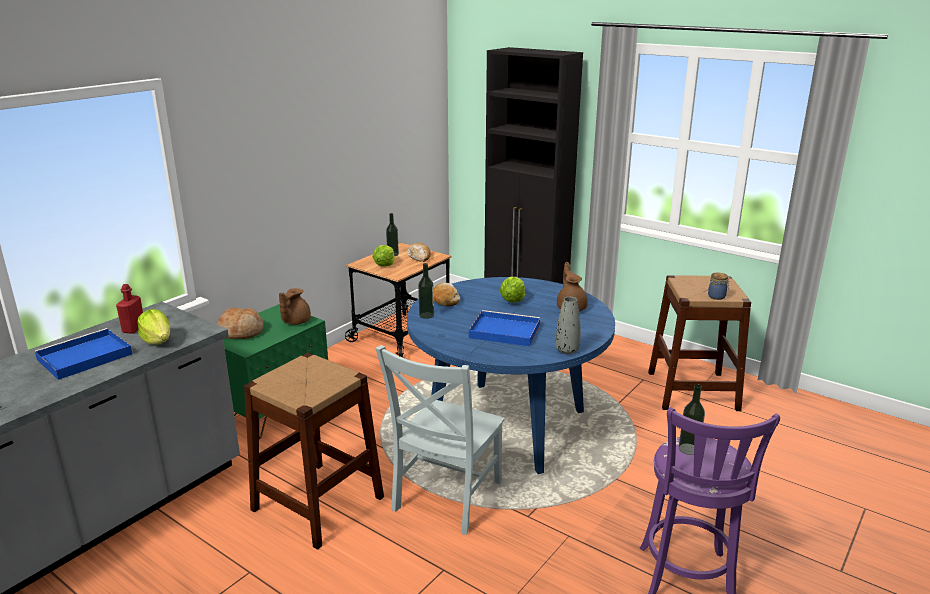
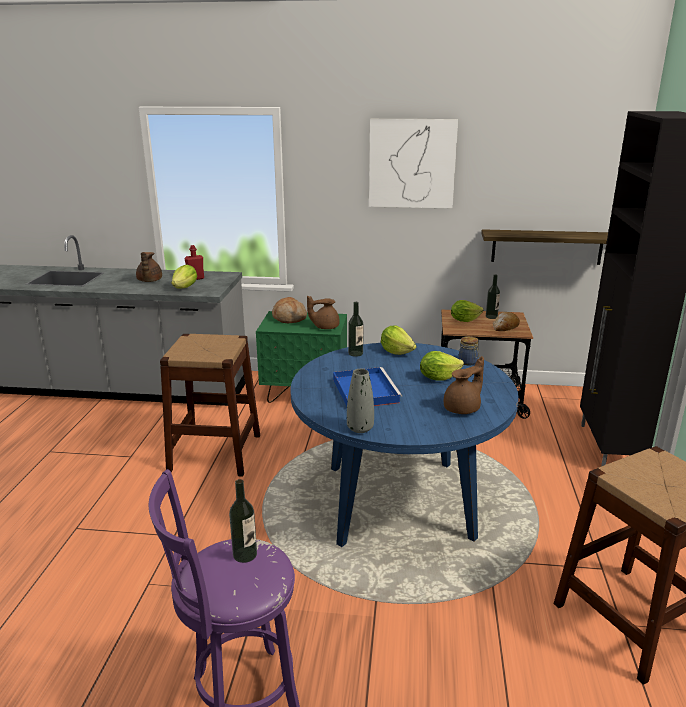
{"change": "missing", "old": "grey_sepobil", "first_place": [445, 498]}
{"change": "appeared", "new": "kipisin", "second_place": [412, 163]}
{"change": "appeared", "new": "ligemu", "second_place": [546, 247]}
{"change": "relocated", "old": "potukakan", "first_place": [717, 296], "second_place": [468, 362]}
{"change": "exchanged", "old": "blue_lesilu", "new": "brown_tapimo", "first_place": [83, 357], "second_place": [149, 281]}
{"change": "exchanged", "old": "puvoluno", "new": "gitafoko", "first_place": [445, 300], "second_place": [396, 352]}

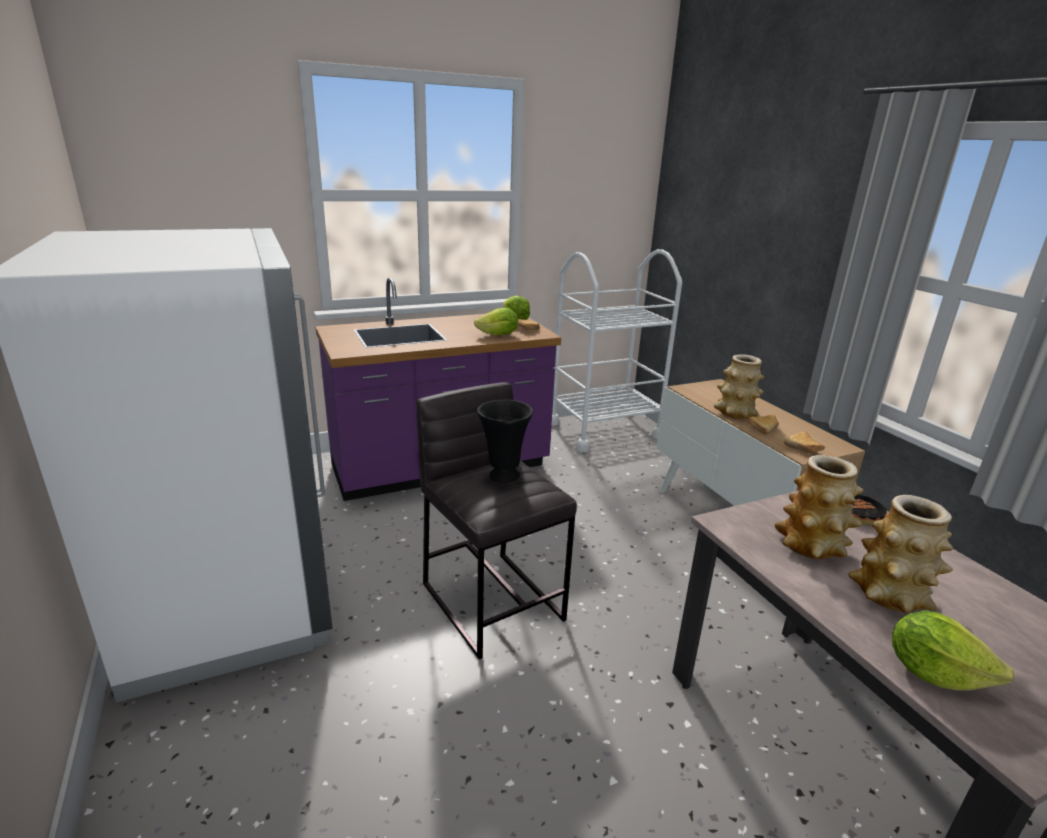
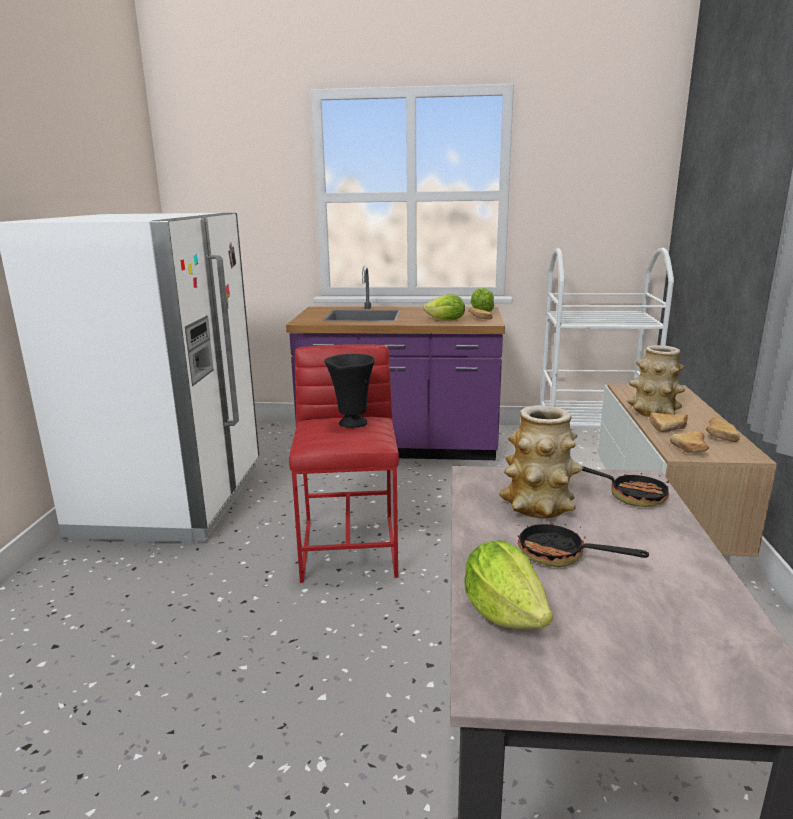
{"change": "appeared", "new": "puvoluno", "second_place": [719, 435]}
{"change": "exchanged", "old": "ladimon", "new": "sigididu", "first_place": [890, 595], "second_place": [561, 556]}
{"change": "colour", "old": "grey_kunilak", "new": "red_kunilak", "first_place": [493, 600], "second_place": [350, 547]}

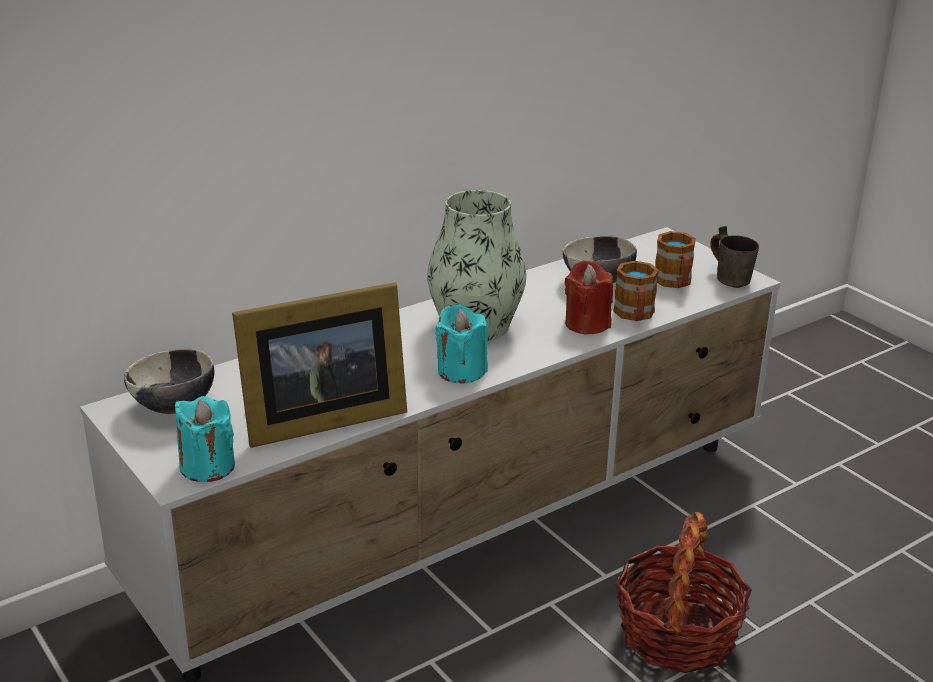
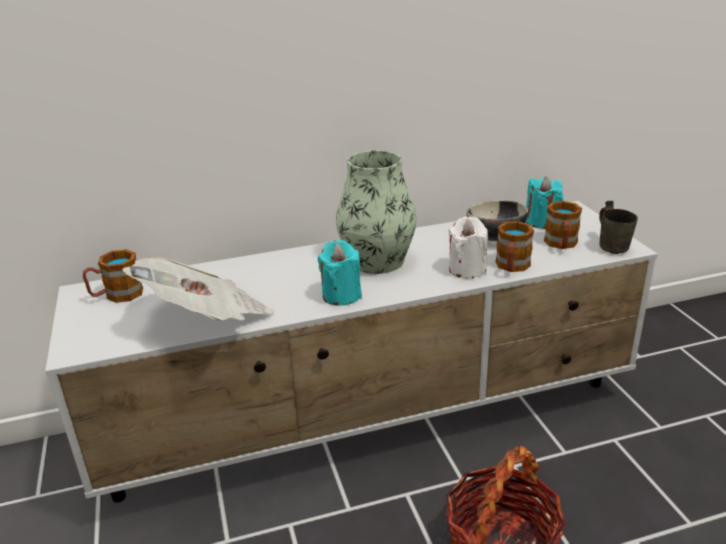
{"change": "relocated", "old": "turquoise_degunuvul", "first_place": [207, 466], "second_place": [541, 221]}
{"change": "exchanged", "old": "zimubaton", "new": "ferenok", "first_place": [173, 407], "second_place": [117, 295]}
{"change": "exchanged", "old": "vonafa", "new": "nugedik", "first_place": [317, 419], "second_place": [207, 319]}
{"change": "colour", "old": "red_degunuvul", "new": "white_degunuvul", "first_place": [587, 324], "second_place": [467, 269]}

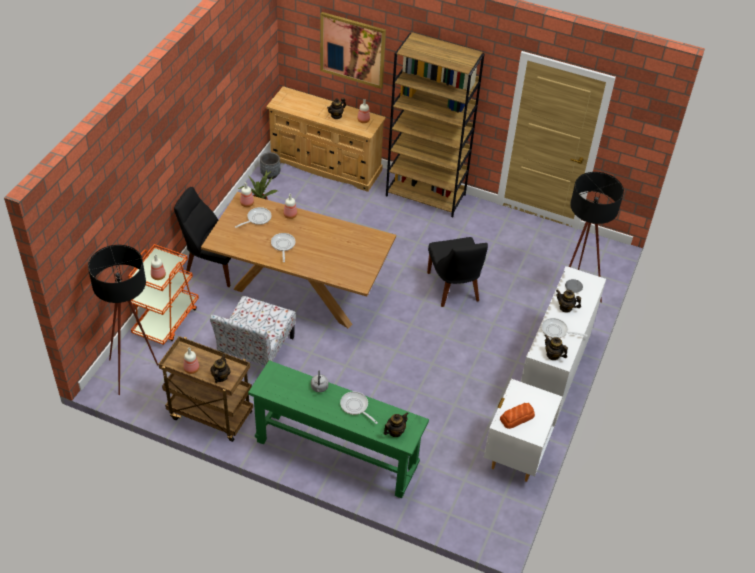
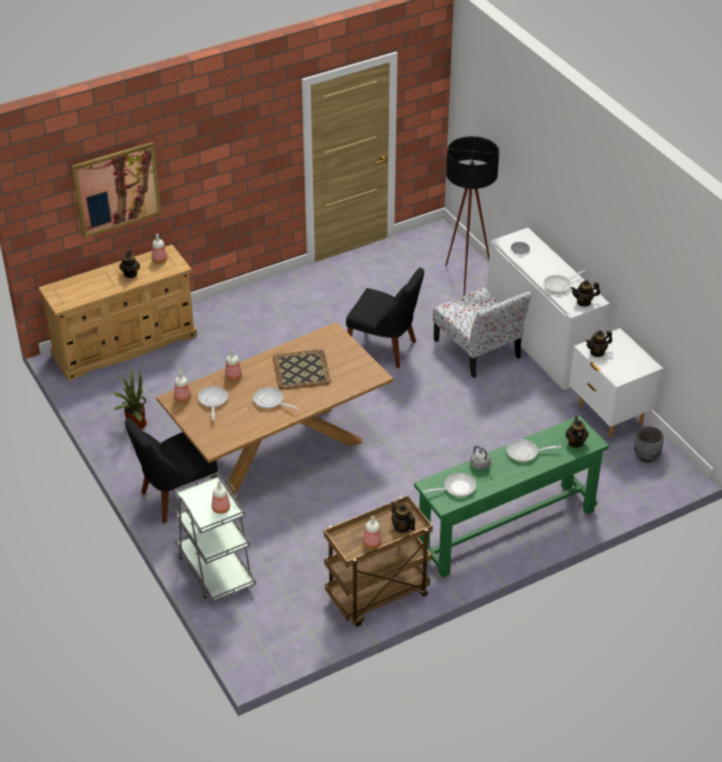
{"change": "missing", "old": "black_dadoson", "first_place": [135, 371]}
{"change": "missing", "old": "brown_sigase", "first_place": [426, 195]}
{"change": "missing", "old": "puvoluno", "first_place": [517, 418]}
{"change": "appeared", "new": "lesilu", "second_place": [302, 370]}
{"change": "appeared", "new": "sigididu", "second_place": [456, 488]}
{"change": "relocated", "old": "sepobil", "first_place": [256, 353], "second_place": [478, 350]}
{"change": "relocated", "old": "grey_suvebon", "first_place": [270, 174], "second_place": [646, 456]}
{"change": "relocated", "old": "tapimo", "first_place": [565, 308], "second_place": [597, 352]}
{"change": "colour", "old": "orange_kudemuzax", "new": "grey_kudemuzax", "first_place": [166, 320], "second_place": [215, 570]}

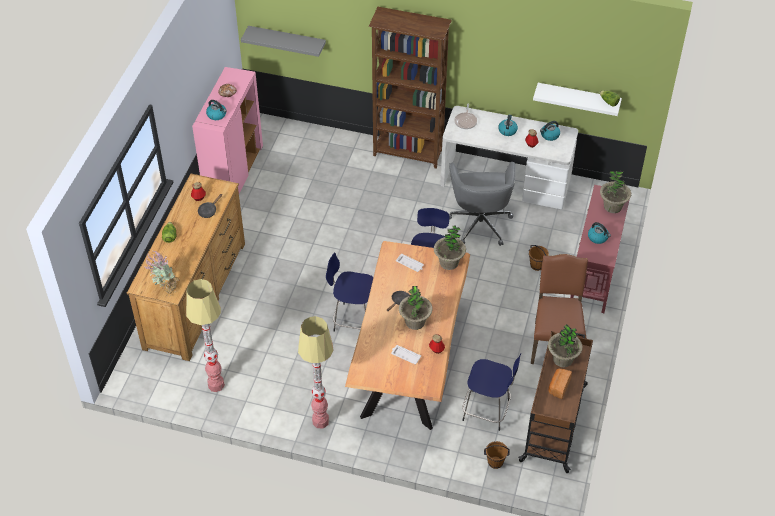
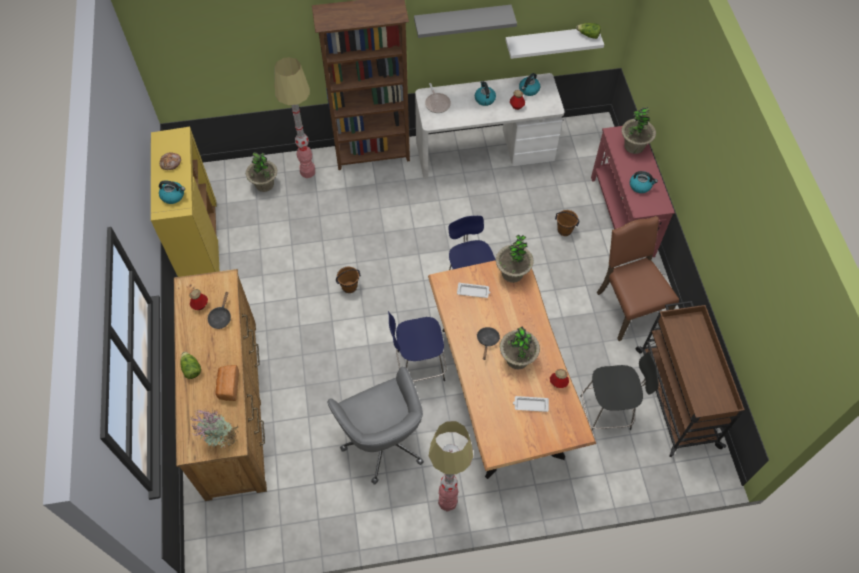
{"change": "relocated", "old": "dadoson", "first_place": [216, 385], "second_place": [307, 172]}
{"change": "relocated", "old": "grey_ligemu", "first_place": [287, 41], "second_place": [462, 20]}
{"change": "relocated", "old": "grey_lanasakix", "first_place": [480, 222], "second_place": [383, 440]}
{"change": "relocated", "old": "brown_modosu", "first_place": [495, 462], "second_place": [349, 287]}
{"change": "relocated", "old": "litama", "first_place": [562, 359], "second_place": [264, 184]}
{"change": "relocated", "old": "puvoluno", "first_place": [558, 387], "second_place": [228, 386]}
{"change": "colour", "old": "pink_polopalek", "new": "yellow_polopalek", "first_place": [233, 173], "second_place": [200, 244]}
{"change": "colour", "old": "blue_kunilak", "new": "black_kunilak", "first_place": [488, 411], "second_place": [607, 412]}

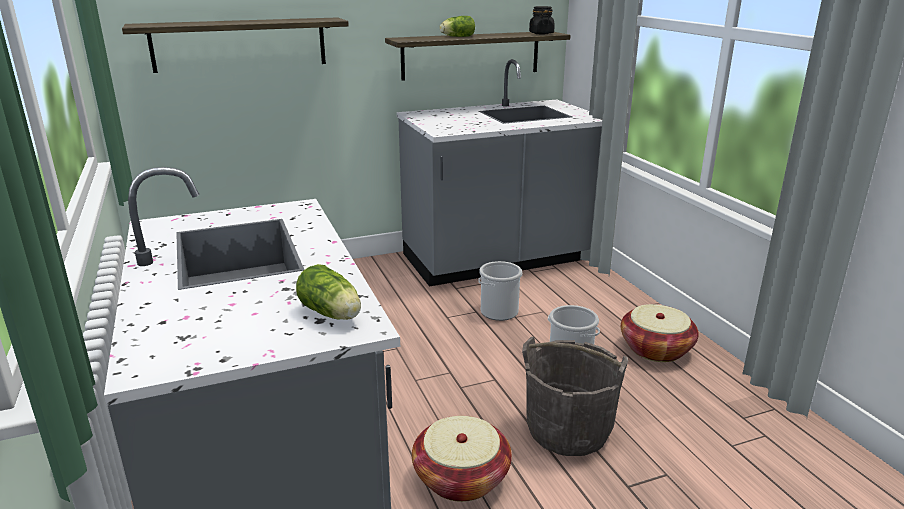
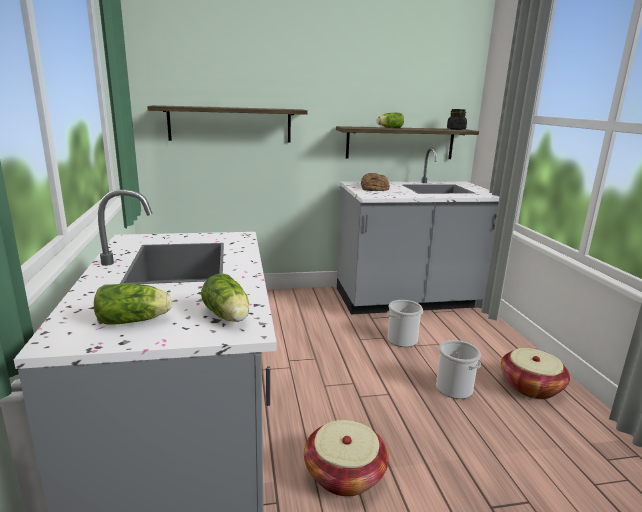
{"change": "missing", "old": "grey_modosu", "first_place": [568, 430]}
{"change": "appeared", "new": "gitafoko", "second_place": [136, 320]}
{"change": "appeared", "new": "puvoluno", "second_place": [374, 187]}

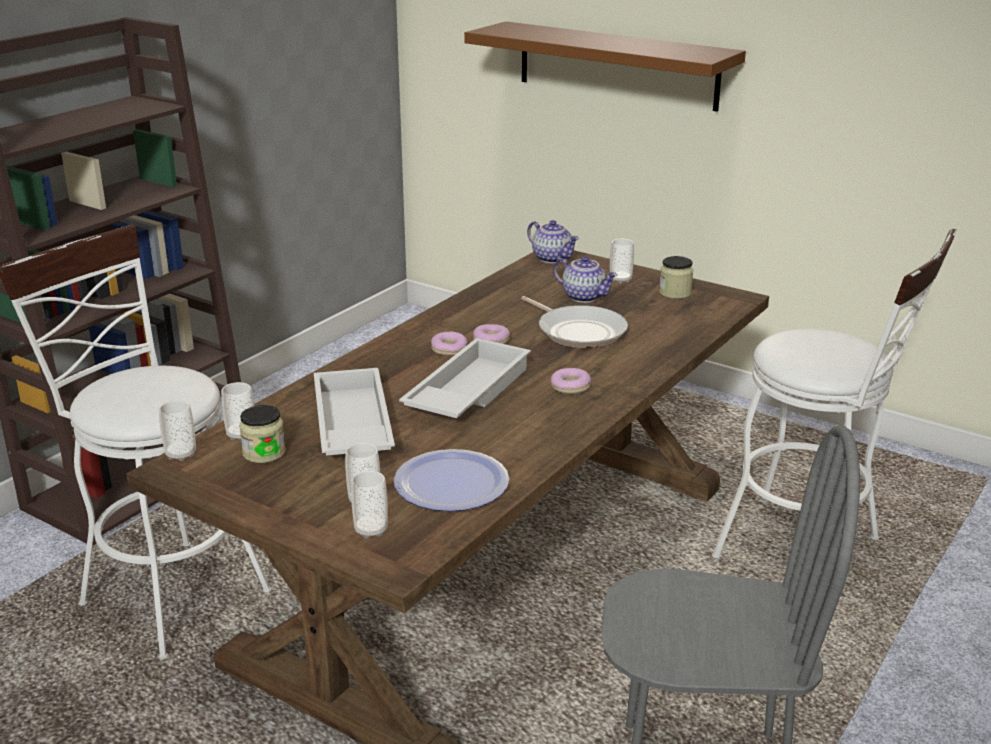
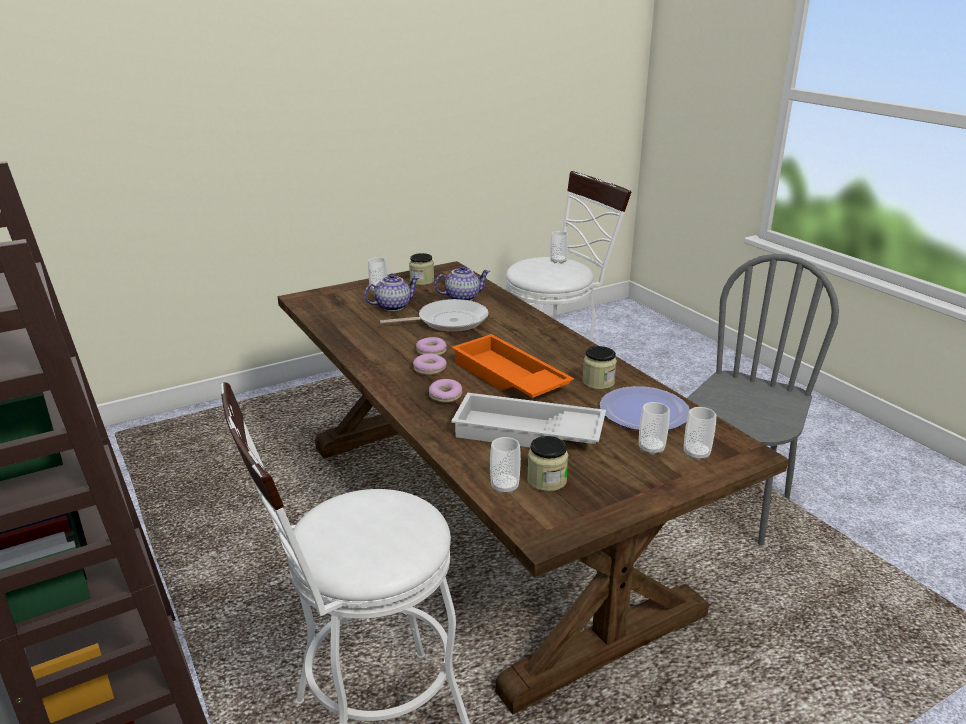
{"change": "missing", "old": "brown_ligemu", "first_place": [617, 65]}
{"change": "appeared", "new": "potukakan", "second_place": [598, 382]}
{"change": "relocated", "old": "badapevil", "first_place": [181, 454], "second_place": [558, 261]}
{"change": "relocated", "old": "tapimo", "first_place": [553, 258], "second_place": [462, 297]}
{"change": "relocated", "old": "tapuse", "first_place": [570, 387], "second_place": [445, 396]}
{"change": "colour", "old": "white_lesilu", "new": "orange_lesilu", "first_place": [466, 391], "second_place": [507, 377]}

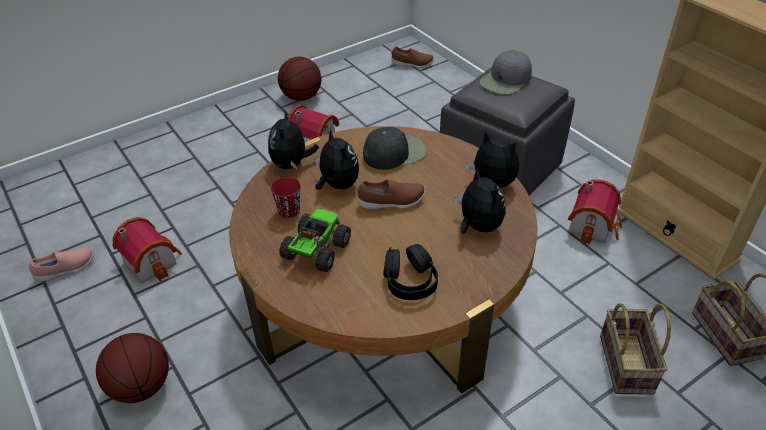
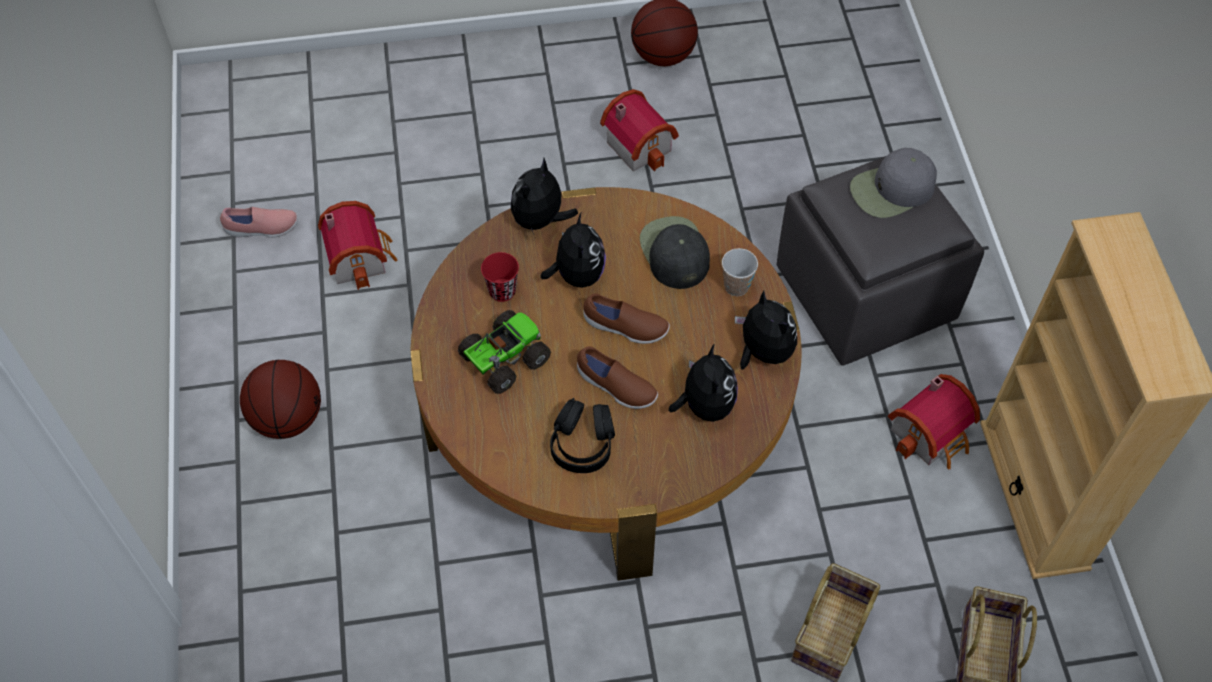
{"change": "appeared", "new": "badapevil", "second_place": [736, 286]}
{"change": "relocated", "old": "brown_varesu", "first_place": [412, 64], "second_place": [616, 387]}
{"change": "spun", "old": "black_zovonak", "first_place": [395, 153], "second_place": [674, 252], "degrees": -105}

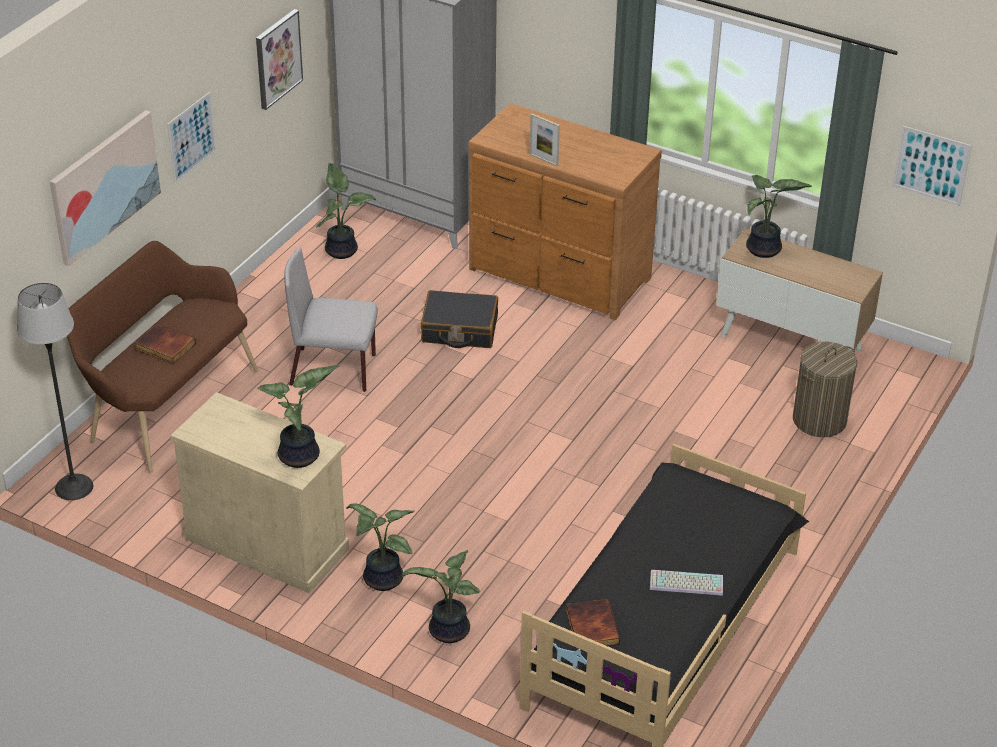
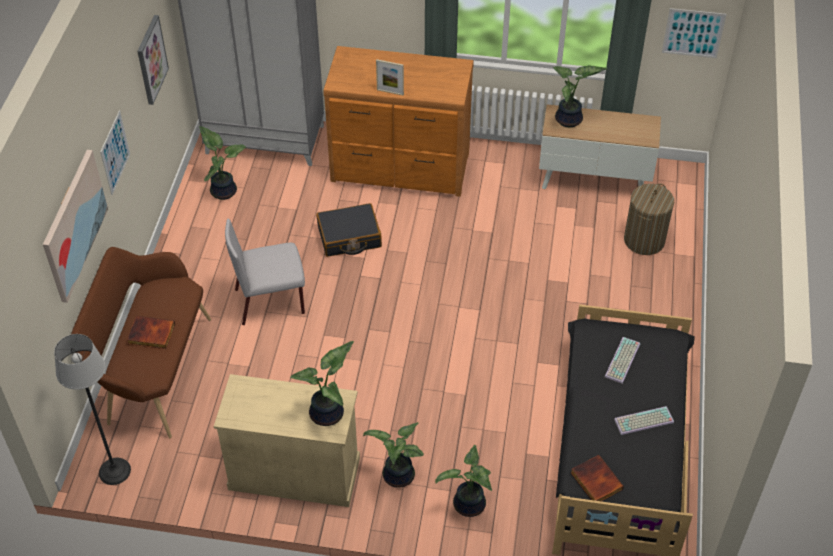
{"change": "appeared", "new": "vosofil", "second_place": [623, 361]}

